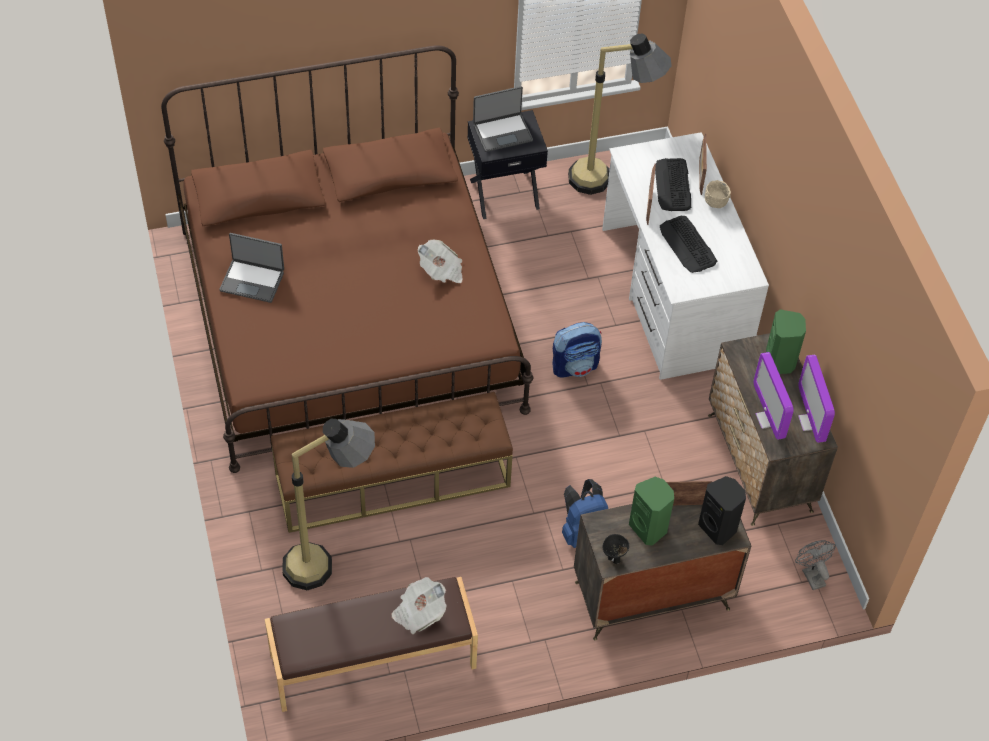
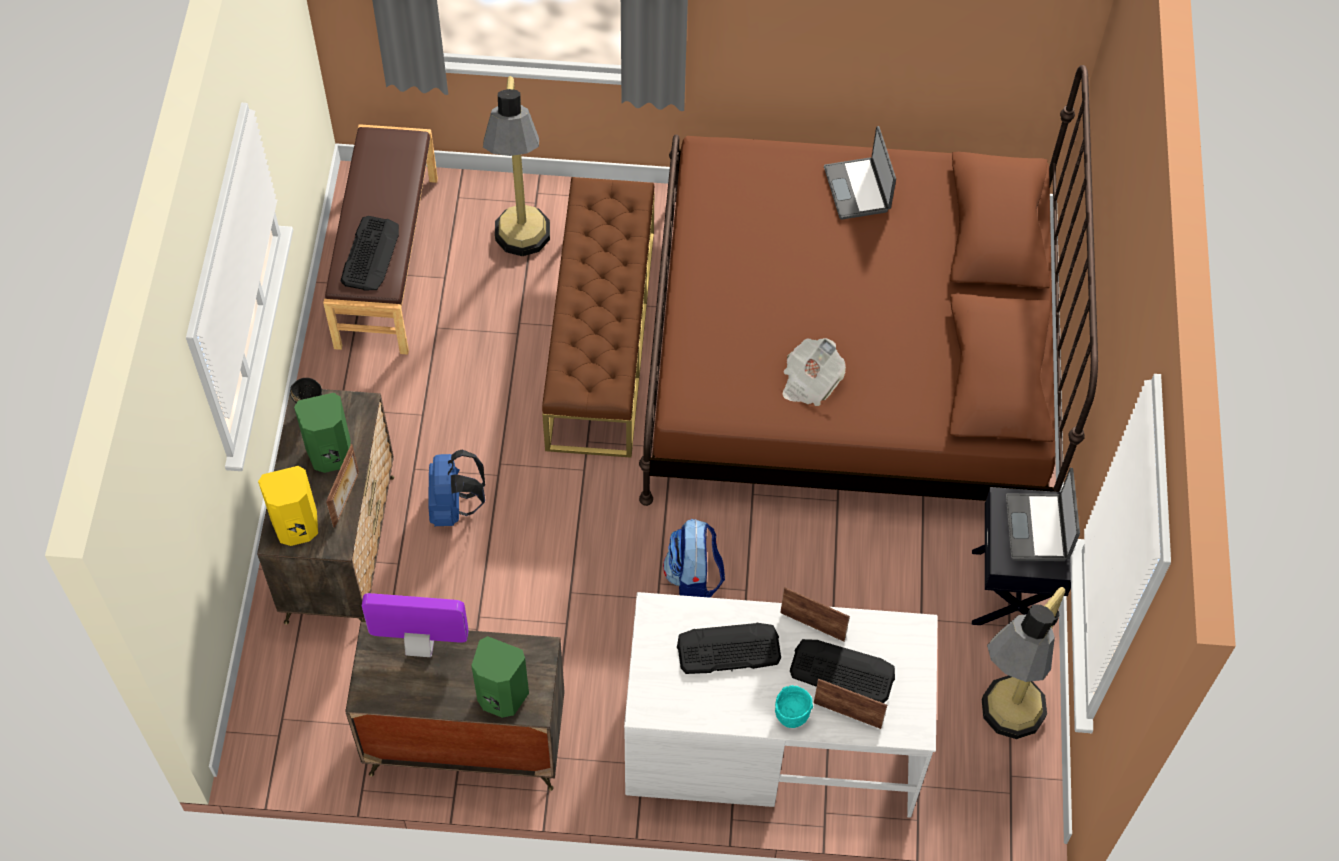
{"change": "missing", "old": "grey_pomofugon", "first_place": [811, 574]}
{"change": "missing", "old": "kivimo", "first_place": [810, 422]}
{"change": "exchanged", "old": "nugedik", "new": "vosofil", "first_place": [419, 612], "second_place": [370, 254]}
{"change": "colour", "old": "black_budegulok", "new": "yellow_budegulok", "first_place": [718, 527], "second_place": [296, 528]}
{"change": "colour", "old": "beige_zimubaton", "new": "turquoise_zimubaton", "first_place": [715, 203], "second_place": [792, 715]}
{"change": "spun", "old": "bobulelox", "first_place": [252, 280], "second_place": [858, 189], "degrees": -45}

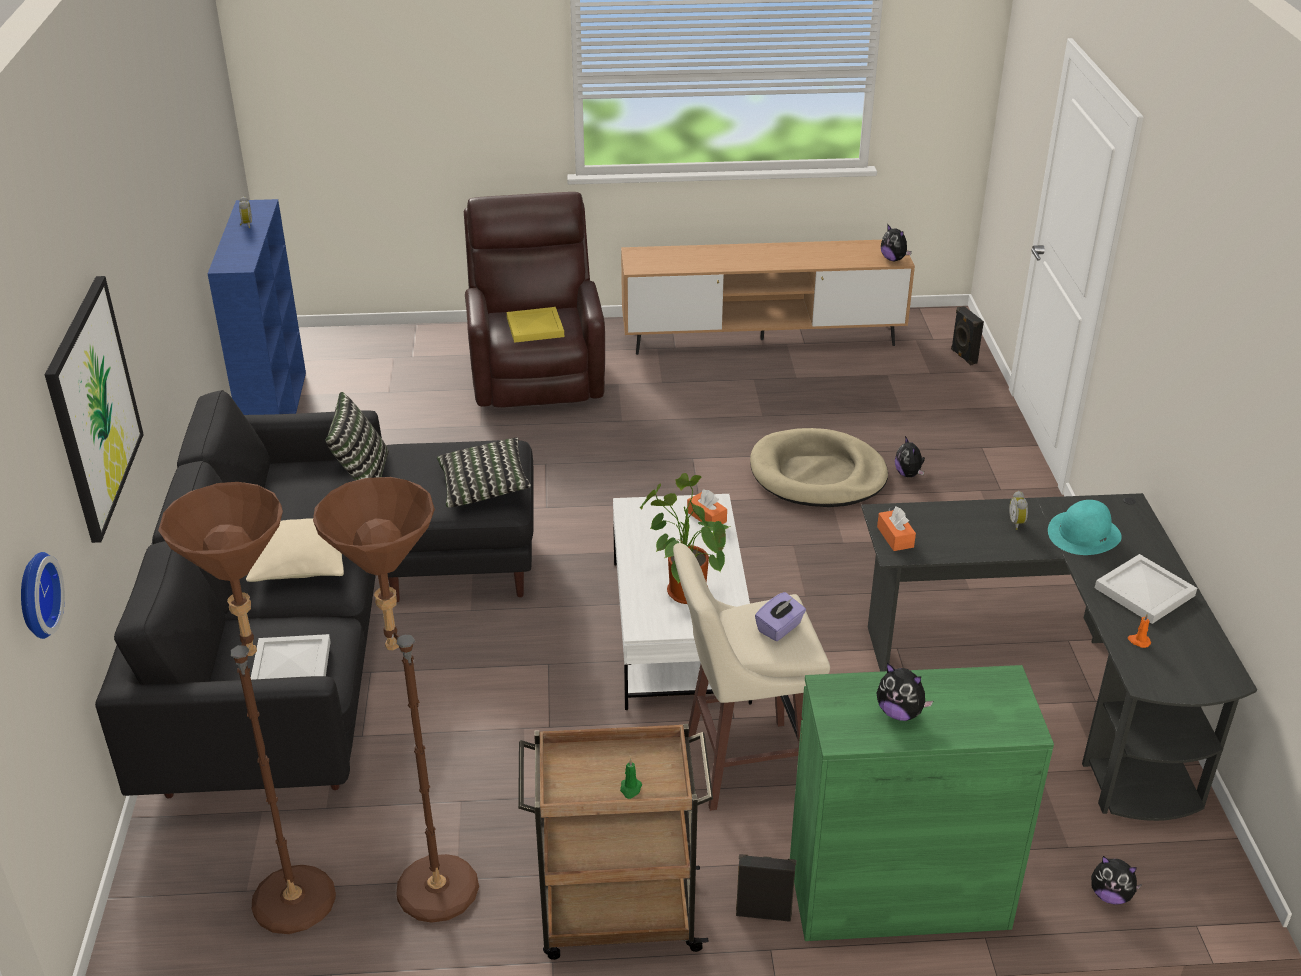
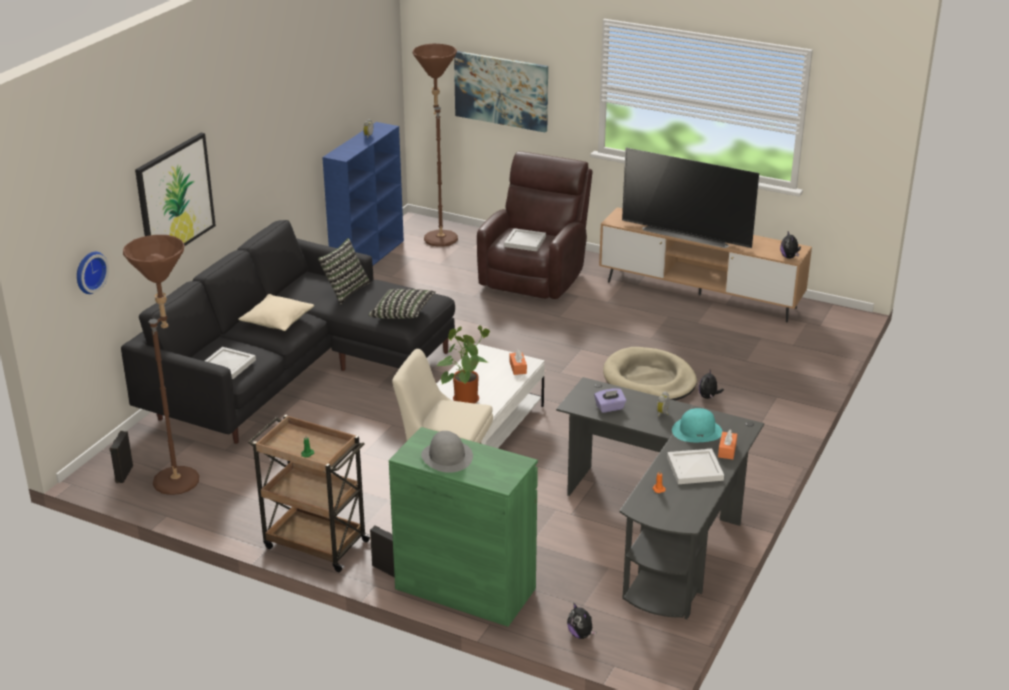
{"change": "appeared", "new": "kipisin", "second_place": [501, 90]}
{"change": "appeared", "new": "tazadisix", "second_place": [687, 234]}
{"change": "relocated", "old": "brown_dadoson", "first_place": [427, 878], "second_place": [439, 236]}
{"change": "relocated", "old": "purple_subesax", "first_place": [779, 628], "second_place": [610, 408]}
{"change": "relocated", "old": "orange_subesax", "first_place": [895, 537], "second_place": [727, 450]}
{"change": "relocated", "old": "black_budegulok", "first_place": [963, 356], "second_place": [123, 474]}
{"change": "exchanged", "old": "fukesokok", "new": "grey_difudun", "first_place": [900, 713], "second_place": [447, 457]}
{"change": "colour", "old": "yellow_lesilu", "new": "white_lesilu", "first_place": [536, 327], "second_place": [525, 242]}

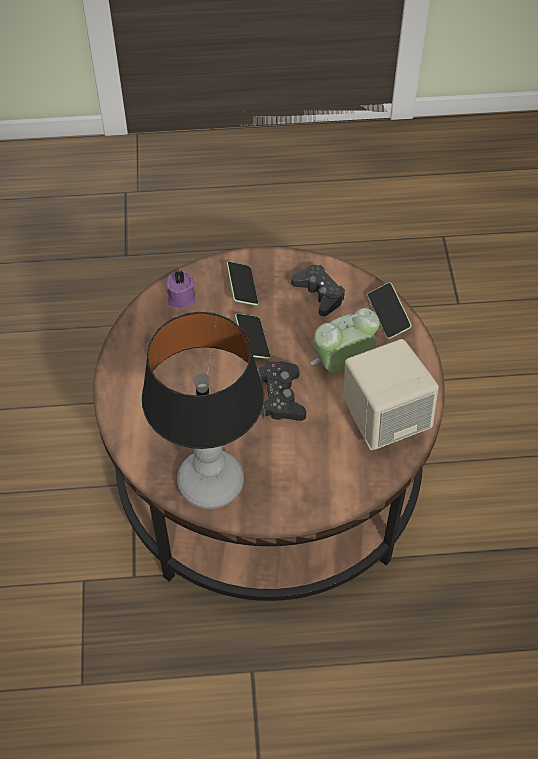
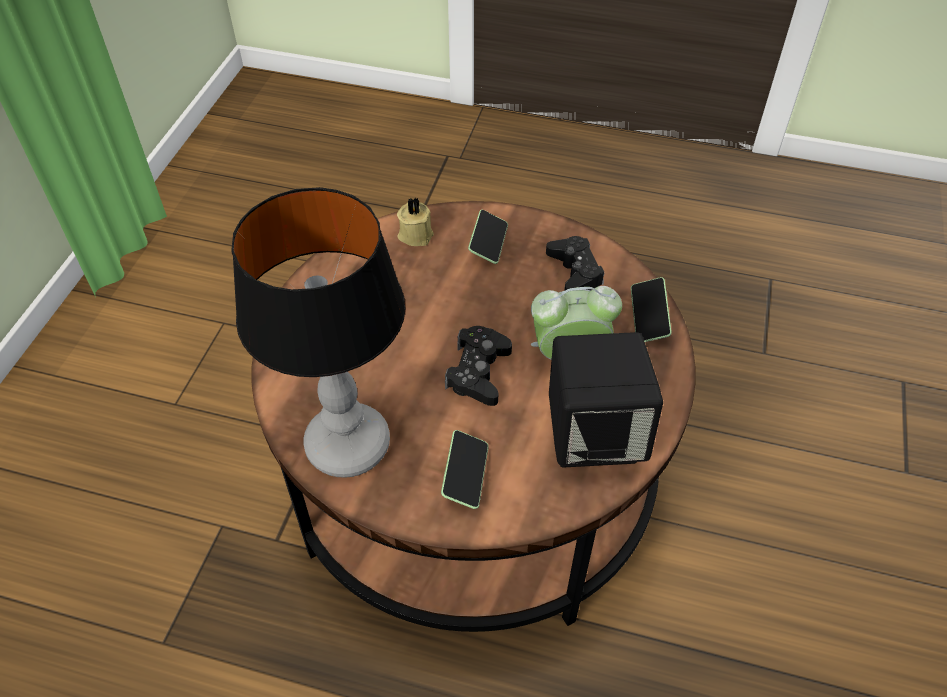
{"change": "relocated", "old": "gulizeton", "first_place": [252, 341], "second_place": [465, 475]}
{"change": "colour", "old": "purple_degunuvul", "new": "beige_degunuvul", "first_place": [181, 297], "second_place": [415, 234]}
{"change": "colour", "old": "beige_budegulok", "new": "black_budegulok", "first_place": [384, 420], "second_place": [594, 436]}

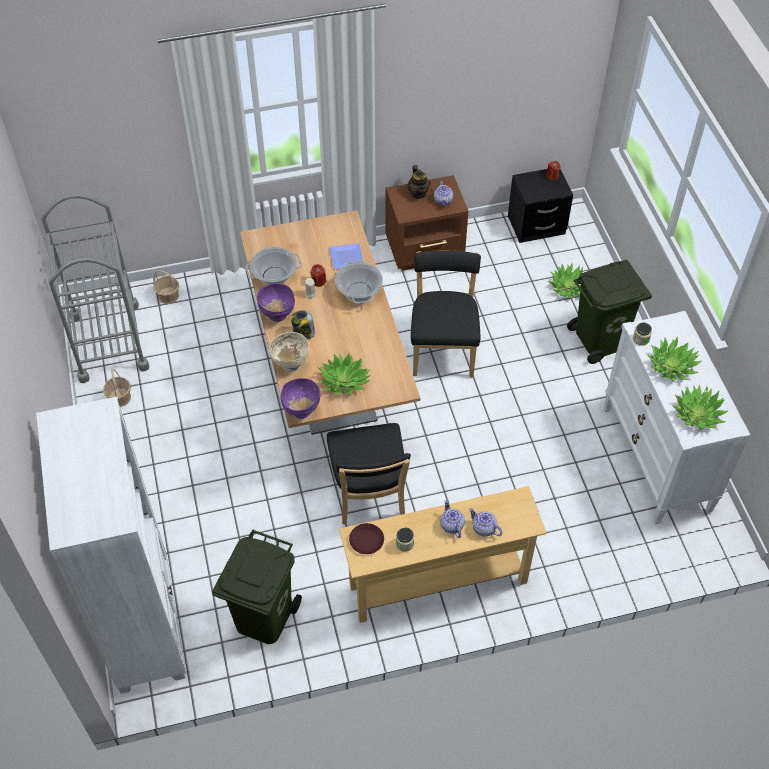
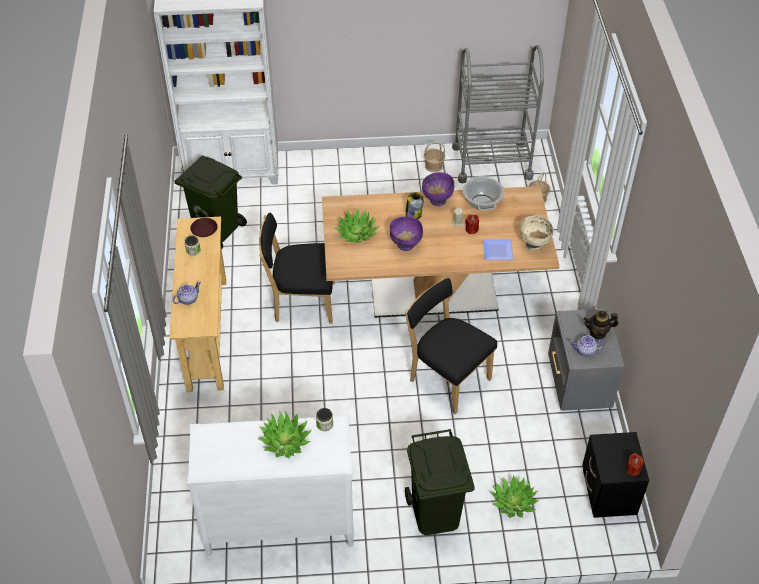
{"change": "missing", "old": "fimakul", "first_place": [359, 292]}
{"change": "missing", "old": "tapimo", "first_place": [451, 525]}
{"change": "missing", "old": "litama", "first_place": [697, 414]}
{"change": "relocated", "old": "beige_zimubaton", "first_place": [291, 364], "second_place": [534, 244]}
{"change": "relocated", "old": "purple_zimubaton", "first_place": [301, 411], "second_place": [405, 245]}
{"change": "colour", "old": "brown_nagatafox", "new": "grey_nagatafox", "first_place": [426, 250], "second_place": [577, 385]}
{"change": "spun", "old": "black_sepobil", "first_place": [443, 349], "second_place": [447, 378], "degrees": -150}

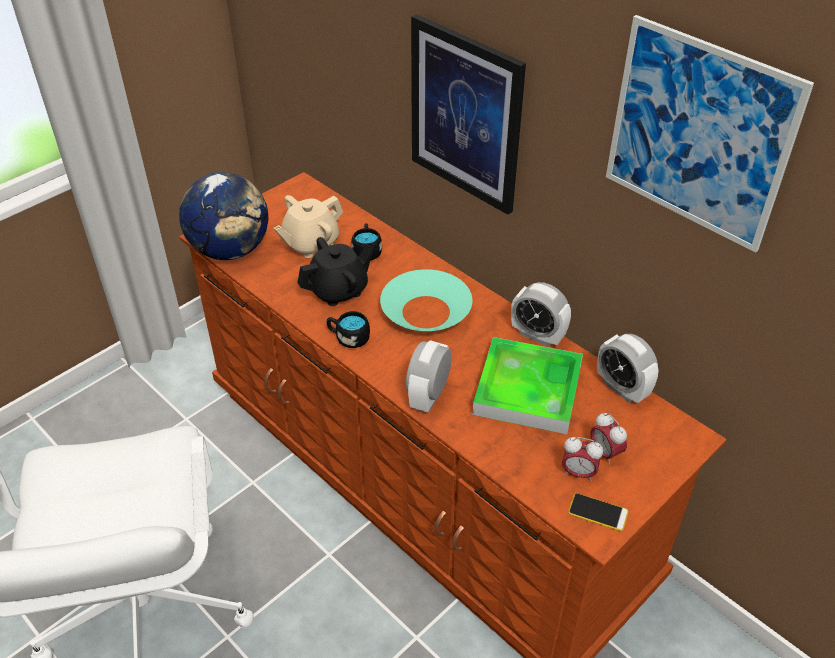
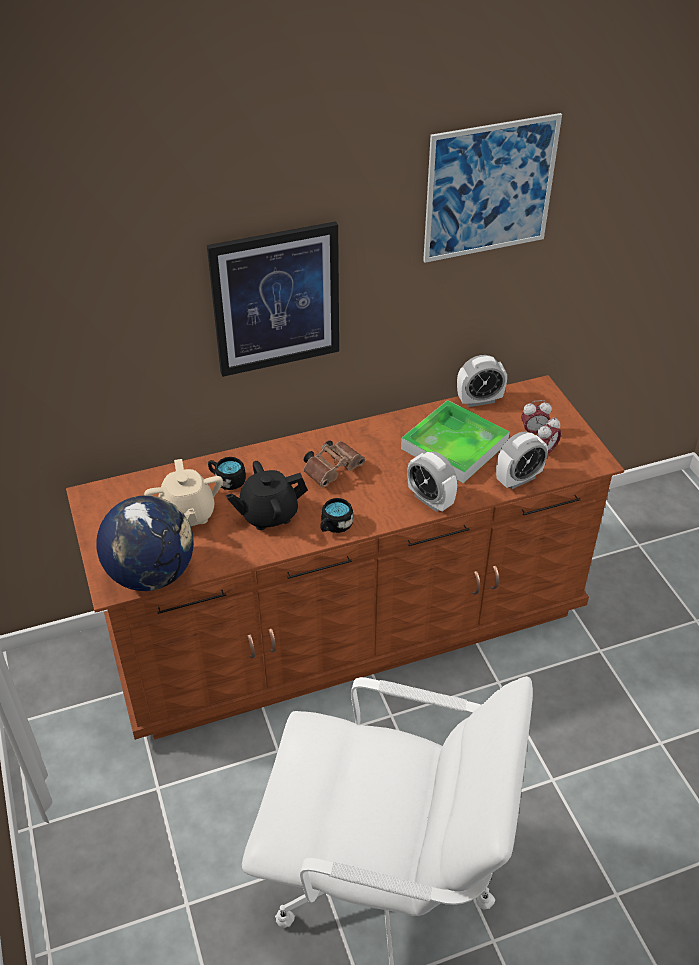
{"change": "missing", "old": "gulizeton", "first_place": [598, 512]}
{"change": "relocated", "old": "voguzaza", "first_place": [537, 335], "second_place": [518, 479]}
{"change": "exchanged", "old": "turquoise_zimubaton", "new": "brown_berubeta", "first_place": [426, 312], "second_place": [333, 470]}
{"change": "spun", "old": "black_tapimo", "first_place": [339, 290], "second_place": [268, 514], "degrees": -105}

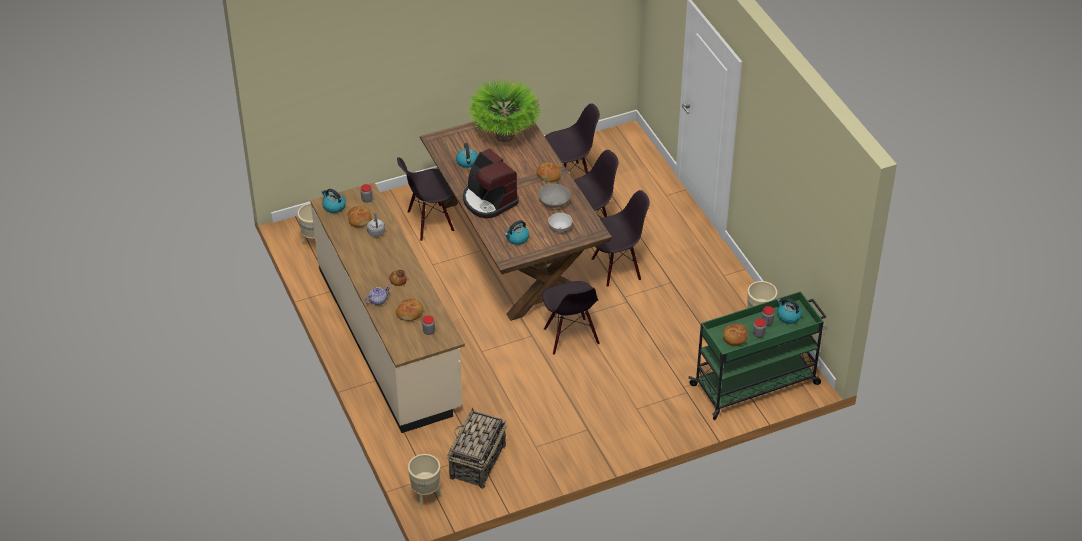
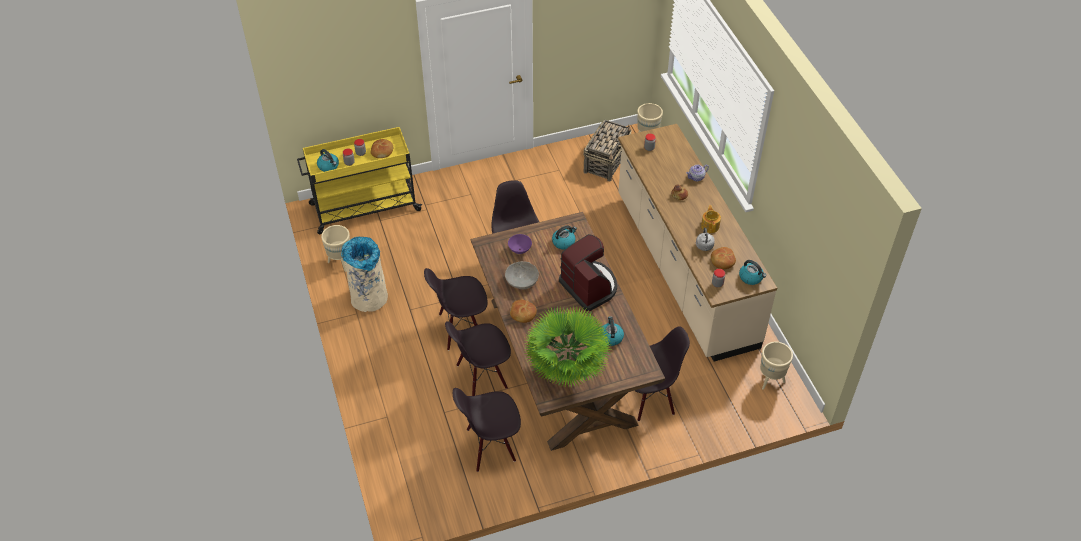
{"change": "missing", "old": "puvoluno", "first_place": [410, 313]}
{"change": "appeared", "new": "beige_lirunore", "second_place": [369, 298]}
{"change": "appeared", "new": "tapimo", "second_place": [710, 226]}
{"change": "colour", "old": "white_zimubaton", "new": "purple_zimubaton", "first_place": [560, 229], "second_place": [519, 250]}
{"change": "colour", "old": "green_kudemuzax", "new": "yellow_kudemuzax", "first_place": [756, 384], "second_place": [363, 207]}

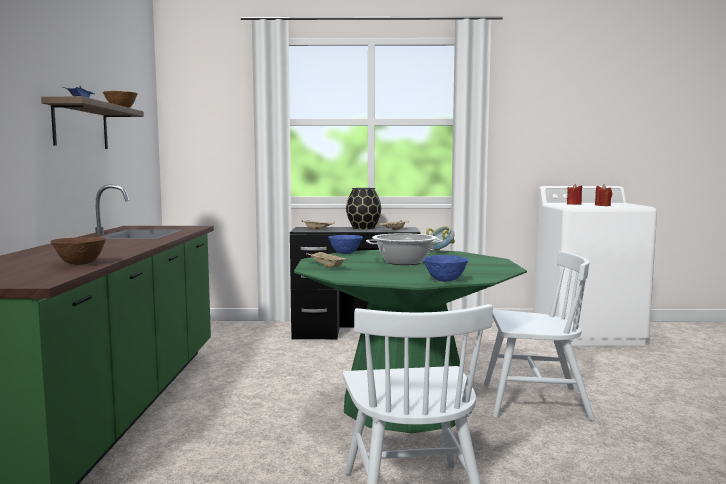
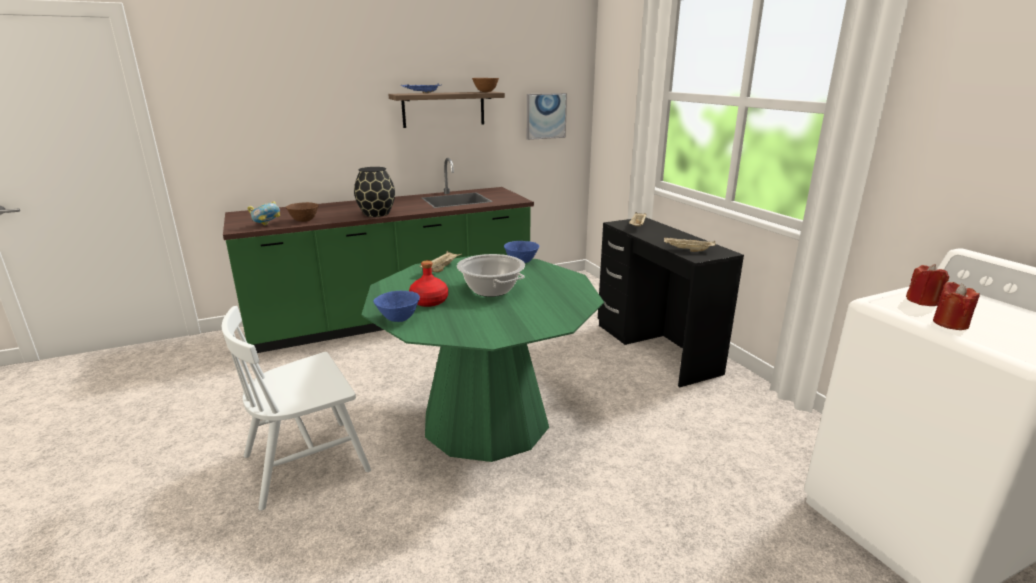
{"change": "missing", "old": "white_sepobil", "first_place": [534, 402]}
{"change": "appeared", "new": "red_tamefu", "second_place": [428, 301]}
{"change": "appeared", "new": "kipisin", "second_place": [546, 116]}
{"change": "relocated", "old": "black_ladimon", "first_place": [363, 228], "second_place": [376, 213]}
{"change": "relocated", "old": "zimubaton", "first_place": [439, 251], "second_place": [267, 225]}

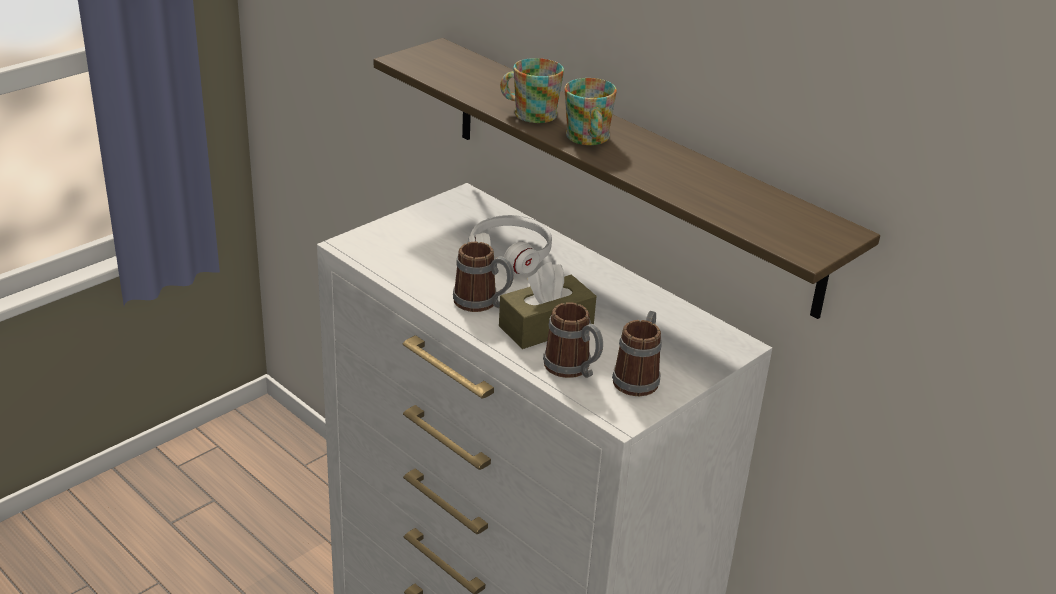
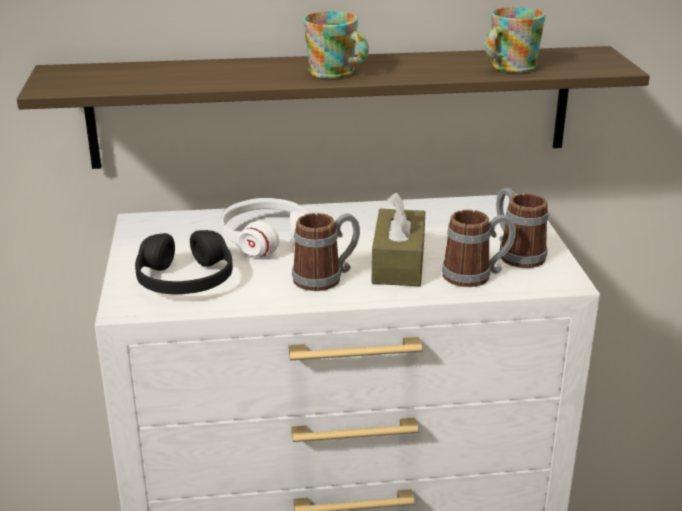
{"change": "appeared", "new": "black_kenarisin", "second_place": [185, 280]}
{"change": "relocated", "old": "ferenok", "first_place": [529, 113], "second_place": [508, 67]}

